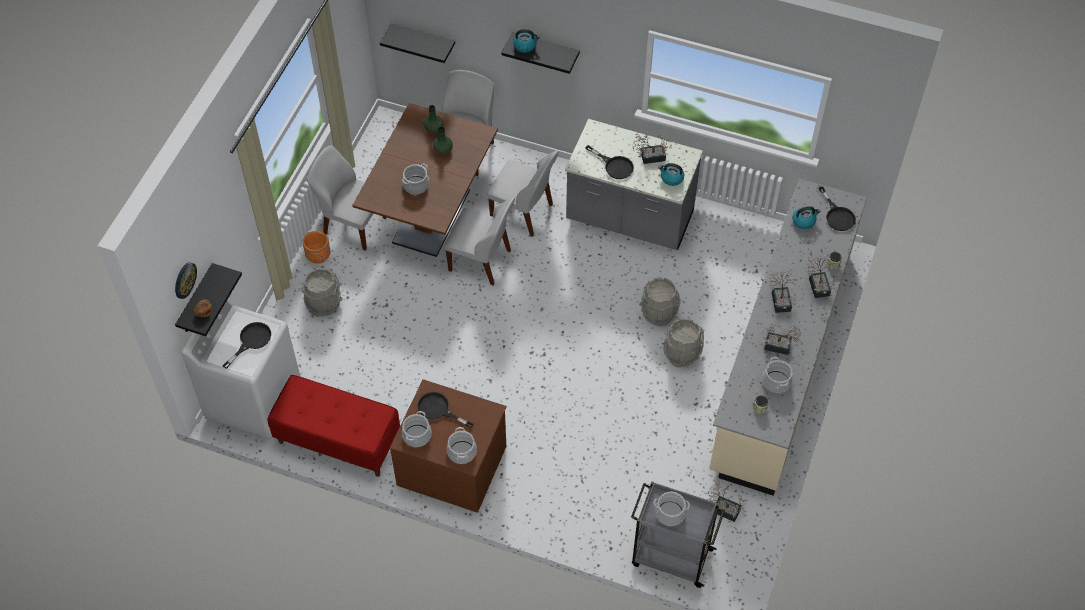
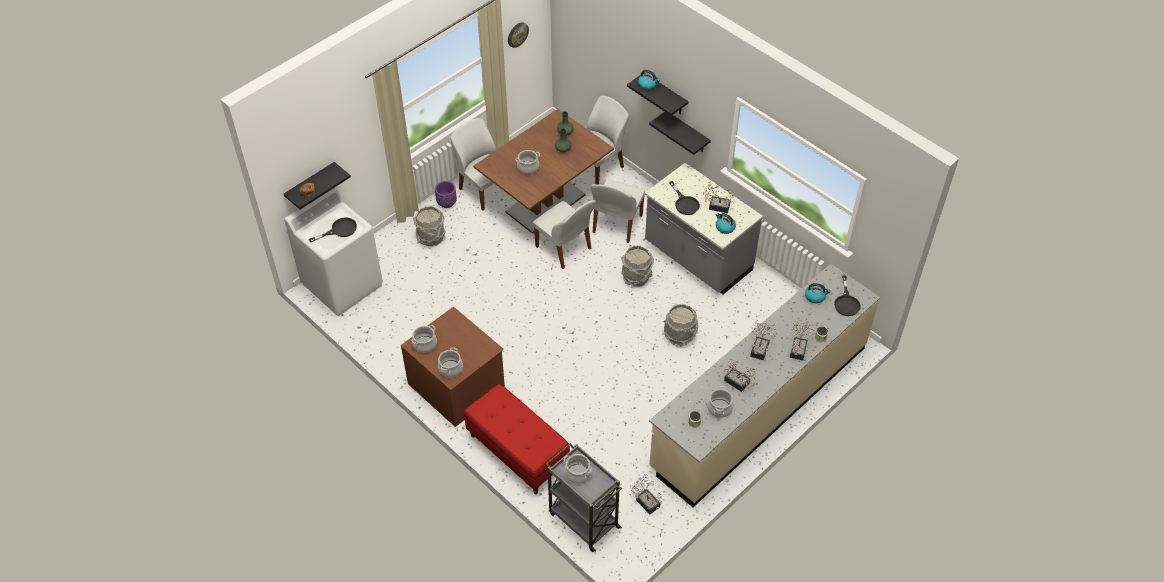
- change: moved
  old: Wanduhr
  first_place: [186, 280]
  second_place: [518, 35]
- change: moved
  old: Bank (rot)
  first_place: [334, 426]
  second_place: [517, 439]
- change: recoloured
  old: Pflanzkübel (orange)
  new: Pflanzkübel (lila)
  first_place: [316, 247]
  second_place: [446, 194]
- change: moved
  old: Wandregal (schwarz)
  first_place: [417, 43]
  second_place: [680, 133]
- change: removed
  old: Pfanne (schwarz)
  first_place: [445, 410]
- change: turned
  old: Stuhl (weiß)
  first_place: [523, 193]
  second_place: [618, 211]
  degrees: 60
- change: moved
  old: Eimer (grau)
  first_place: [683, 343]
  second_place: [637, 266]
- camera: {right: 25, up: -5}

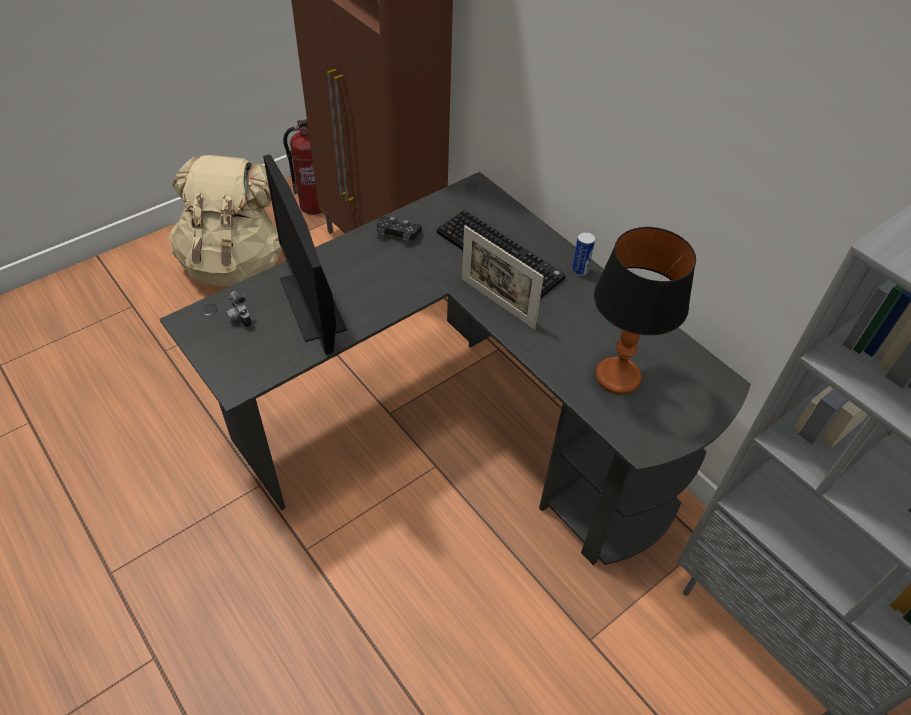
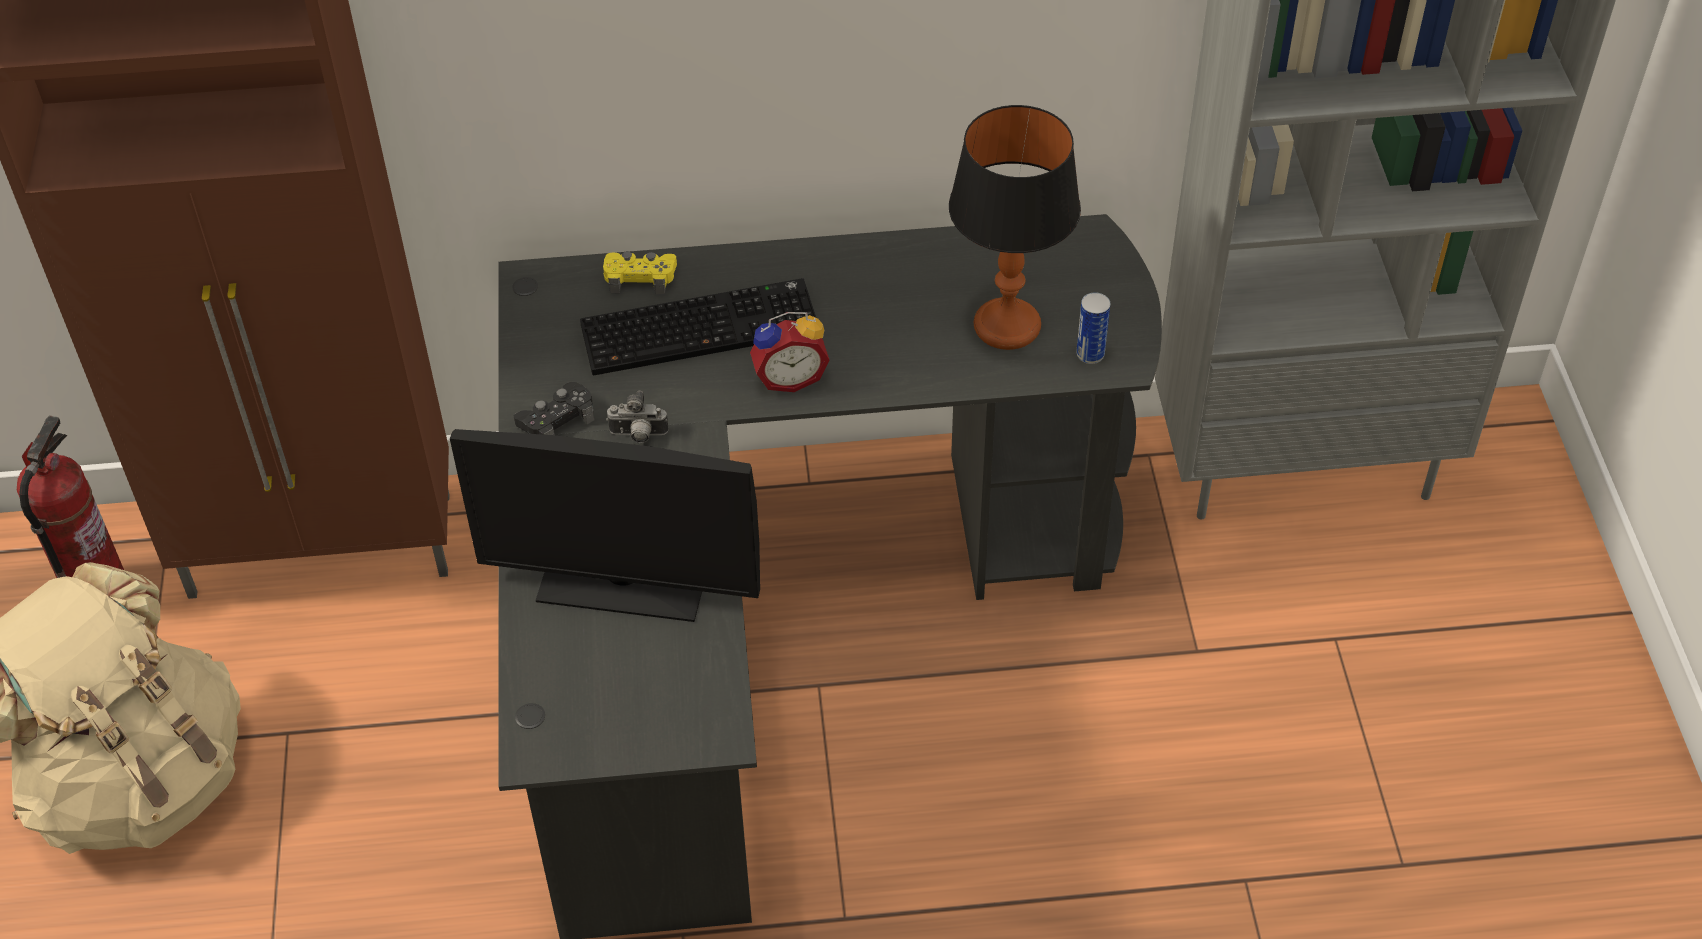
- change: moved
  old: Kamera
  first_place: [239, 309]
  second_place: [637, 417]
- change: replaced
  old: Bilderrahmen
  new: Wecker
  first_place: [503, 277]
  second_place: [790, 352]
- change: moved
  old: Dose
  first_place: [583, 254]
  second_place: [1093, 328]
- change: added
  new: Gamepad (gelb)
  second_place: [640, 272]
- camera: {right: -55, up: 0}

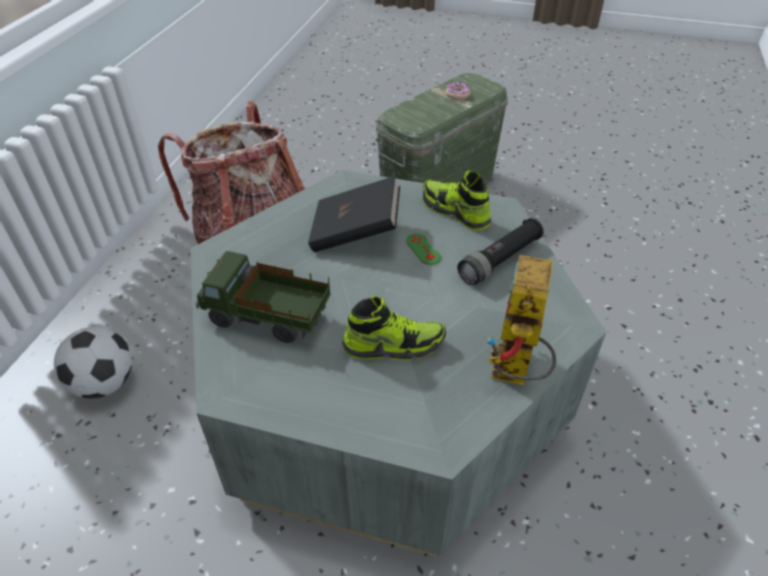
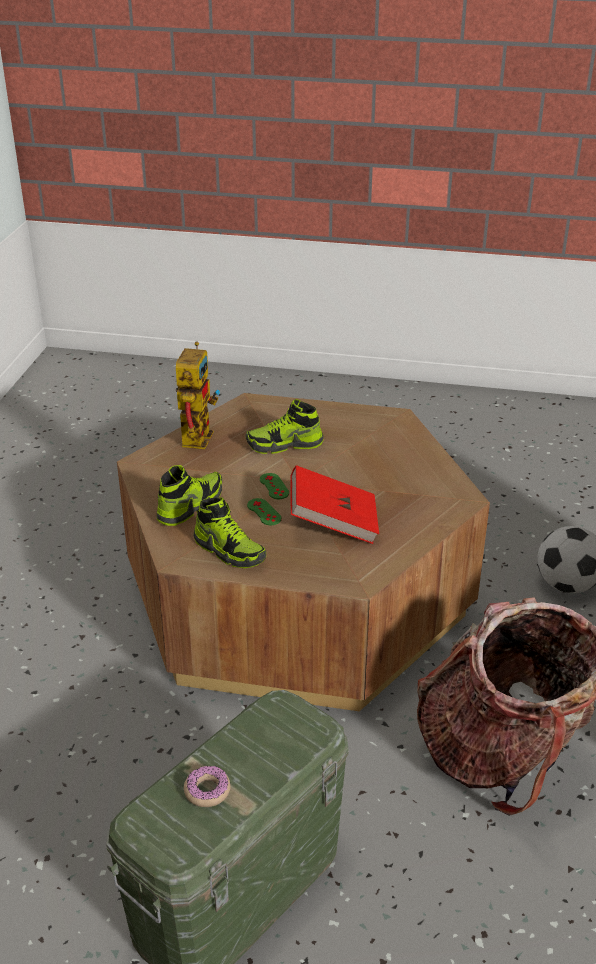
- change: recoloured
  old: Couchtisch (grau)
  new: Couchtisch (braun)
  first_place: [398, 363]
  second_place: [303, 552]
- change: removed
  old: Spielzeuglaster
  first_place: [263, 297]
- change: recoloured
  old: Buch (schwarz)
  new: Buch (rot)
  first_place: [354, 214]
  second_place: [335, 504]
- change: replaced
  old: Taschenlampe (schwarz)
  new: Schuh
  first_place: [500, 251]
  second_place: [189, 495]
- change: added
  new: Gamepad (grün)
  second_place: [274, 486]
- camera: {right: 175, up: -10}

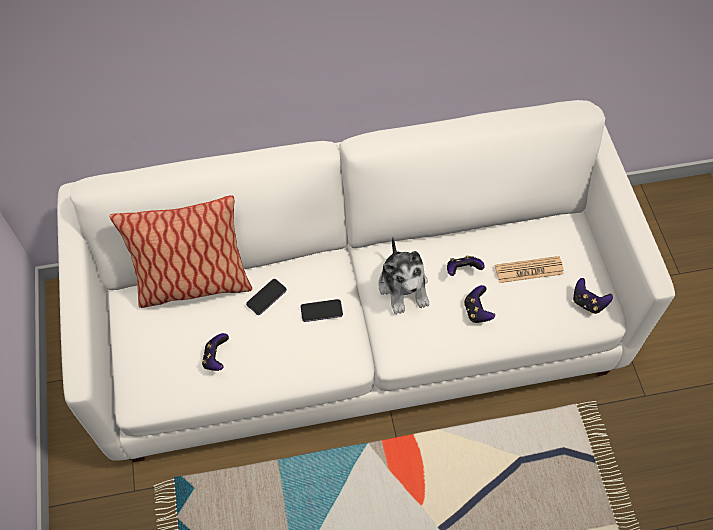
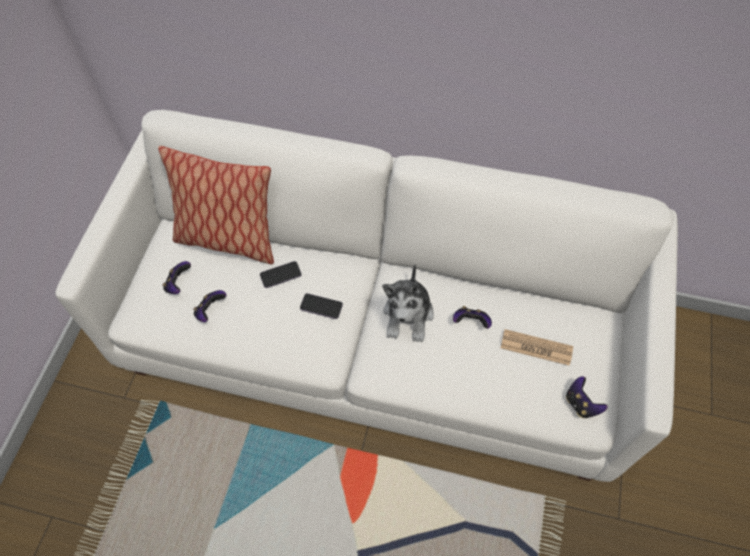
- change: moved
  old: Gamepad
  first_place: [479, 304]
  second_place: [176, 277]
- camera: {right: 25, up: 0}

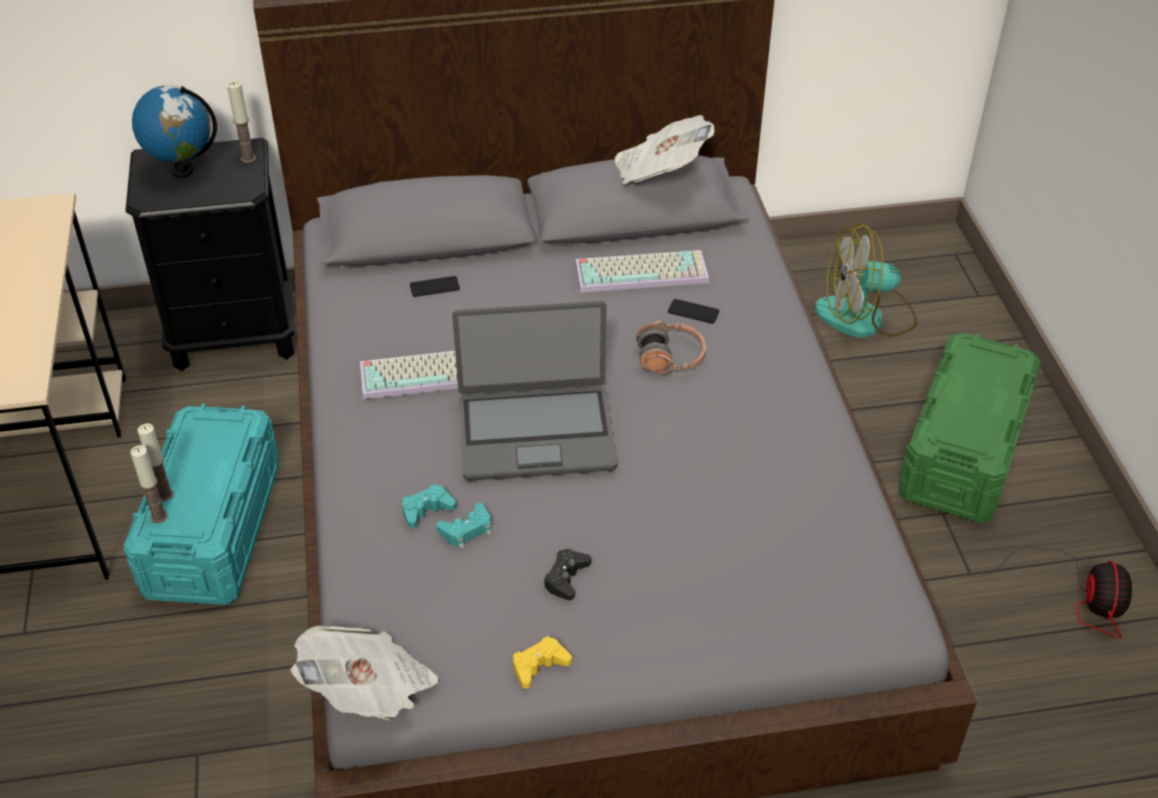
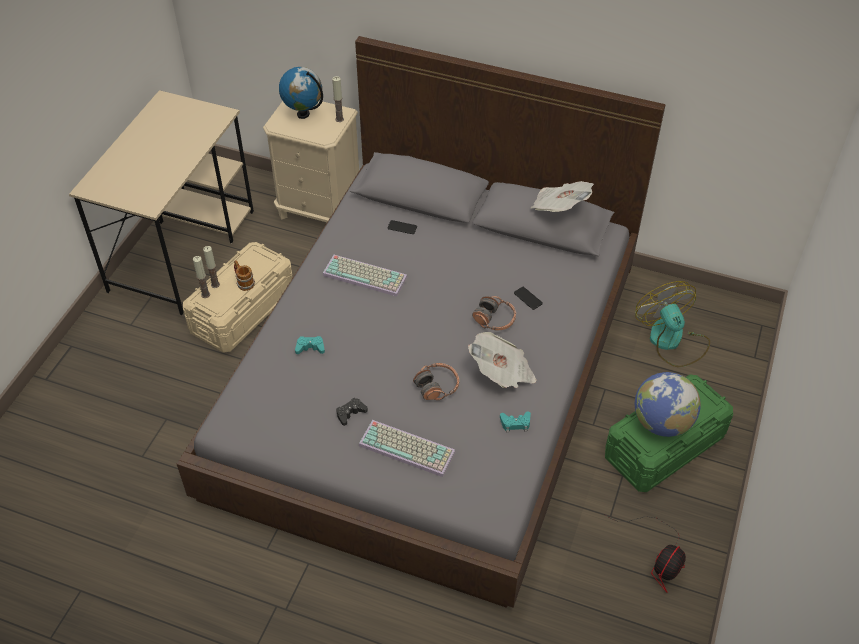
- change: recoloured
  old: Aufbewahrungsbox (türkis)
  new: Aufbewahrungsbox (beige)
  first_place: [201, 504]
  second_place: [238, 297]
- change: recoloured
  old: Nachttisch (schwarz)
  new: Nachttisch (beige)
  first_place: [209, 254]
  second_place: [311, 161]
- change: moved
  old: Zeitung
  first_place: [364, 673]
  second_place: [502, 360]
- change: moved
  old: Gamepad (türkis)
  first_place: [464, 526]
  second_place: [515, 421]
- change: removed
  old: Laptop
  first_place: [534, 391]
- change: removed
  old: Gamepad (gelb)
  first_place: [542, 662]
- change: moved
  old: Tastatur
  first_place: [642, 271]
  second_place: [407, 448]
- change: turned
  old: Ventilator
  first_place: [866, 280]
  second_place: [672, 324]
  degrees: 45
- change: added
  new: Henkelbecher
  second_place: [244, 275]
- change: added
  new: Kopfhörer
  second_place: [436, 381]
- change: added
  new: Globus
  second_place: [668, 404]
- camera: {right: 30, up: 5}

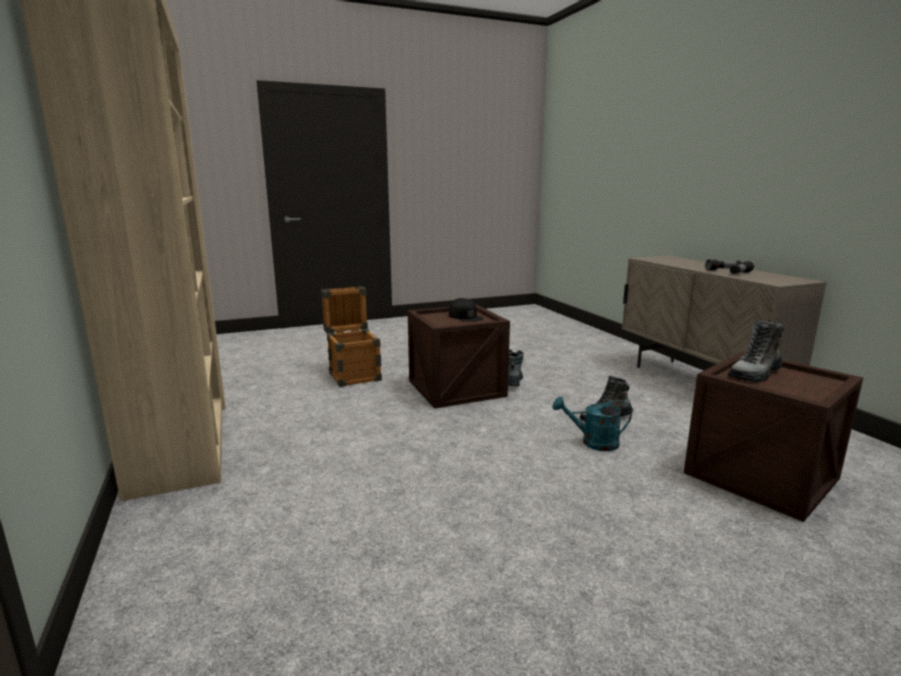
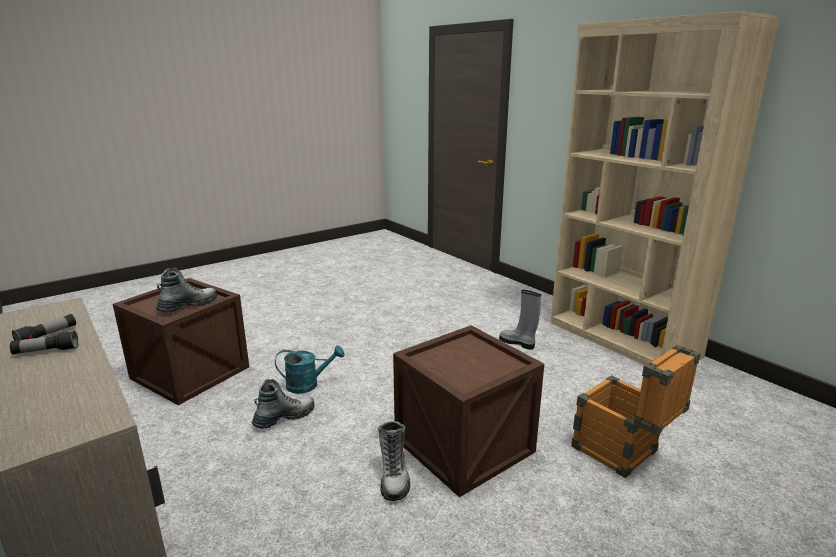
- change: removed
  old: Kappe (schwarz)
  first_place: [466, 310]
- change: added
  new: Stiefel (grau)
  second_place: [520, 320]
- camera: {right: 165, up: 5}

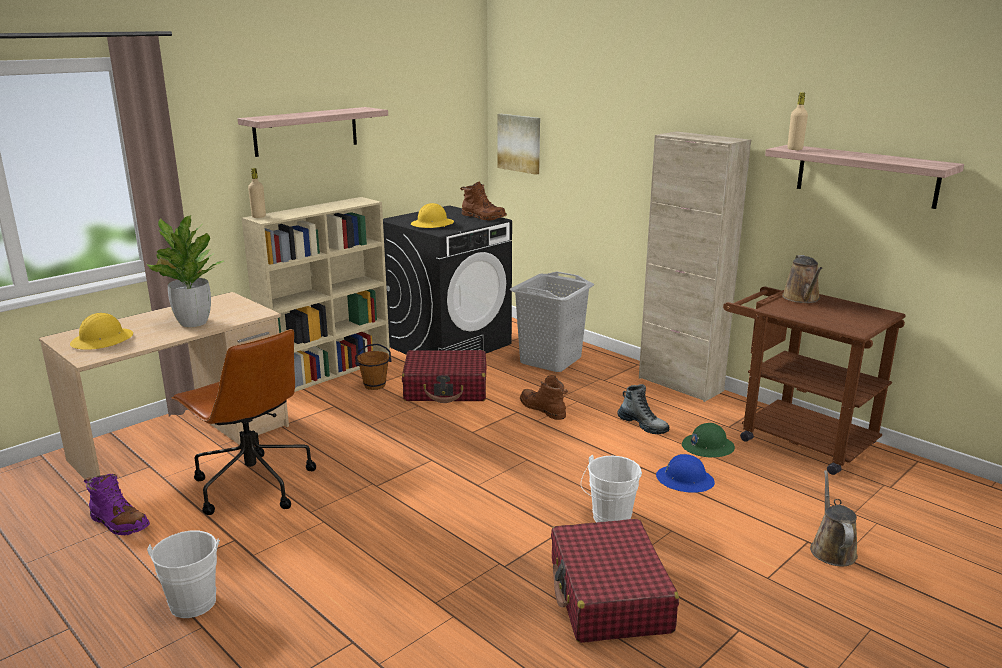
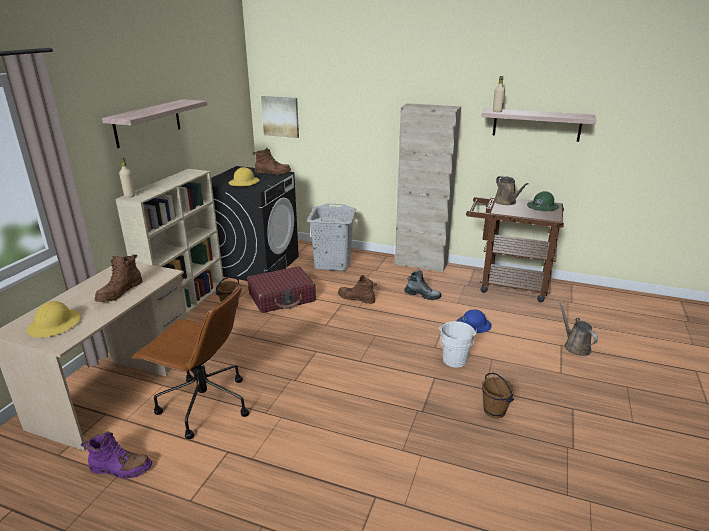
- change: replaced
  old: Topfpflanze
  new: Stiefel (braun)
  first_place: [185, 271]
  second_place: [119, 278]
- change: removed
  old: Eimer (weiß)
  first_place: [183, 574]
- change: replaced
  old: Koffer (rot)
  new: Eimer (braun)
  first_place: [615, 581]
  second_place: [498, 396]
- change: moved
  old: Schutzhelm (grün)
  first_place: [708, 440]
  second_place: [543, 201]
- camera: {right: -25, up: 5}

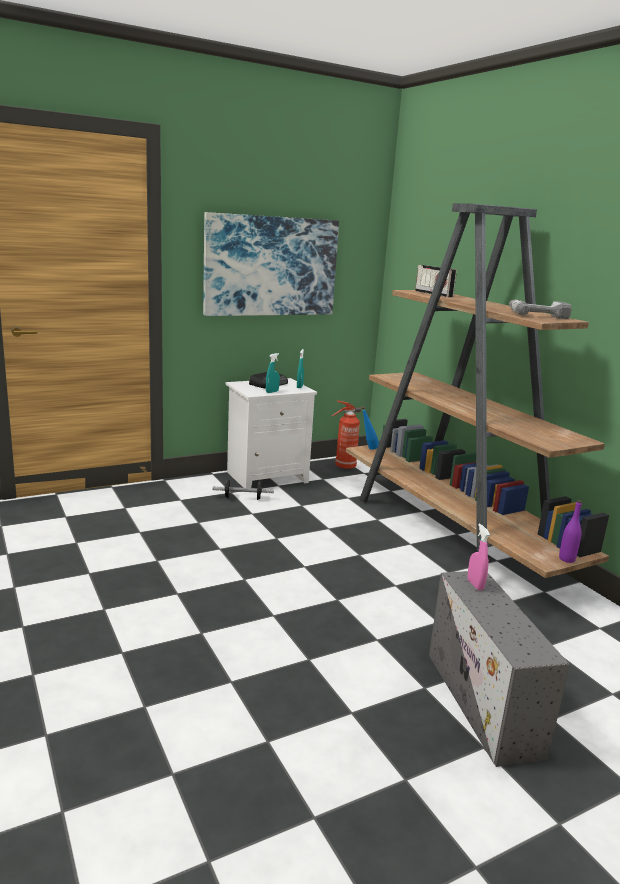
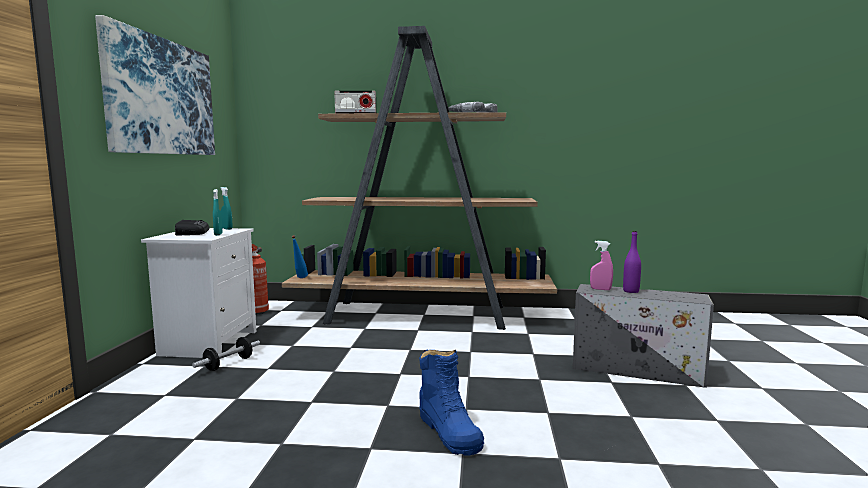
- change: moved
  old: Flasche (lila)
  first_place: [570, 531]
  second_place: [632, 262]
- change: added
  new: Stiefel (blau)
  second_place: [451, 402]
- camera: {right: -55, up: -10}

